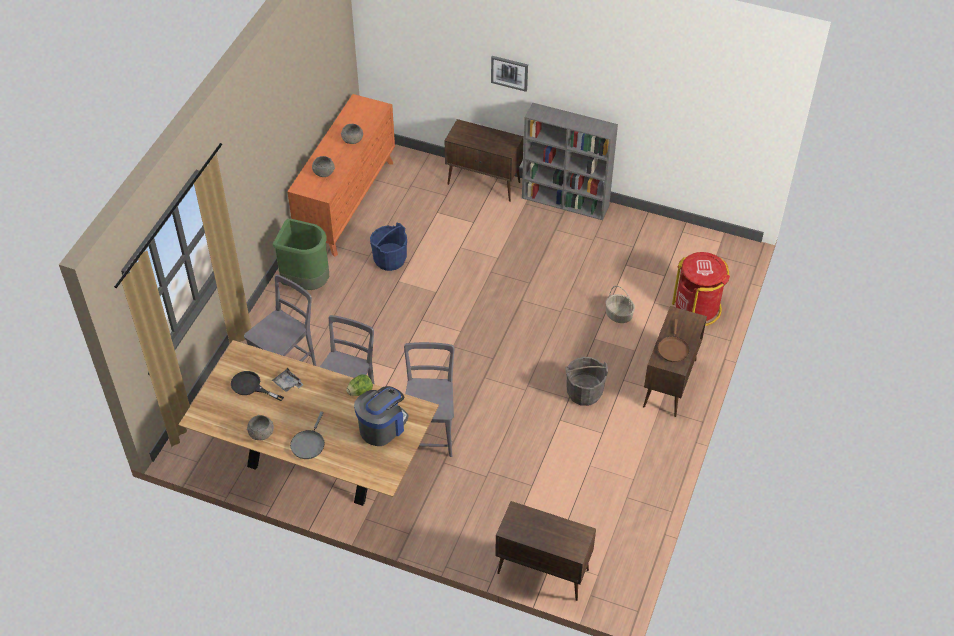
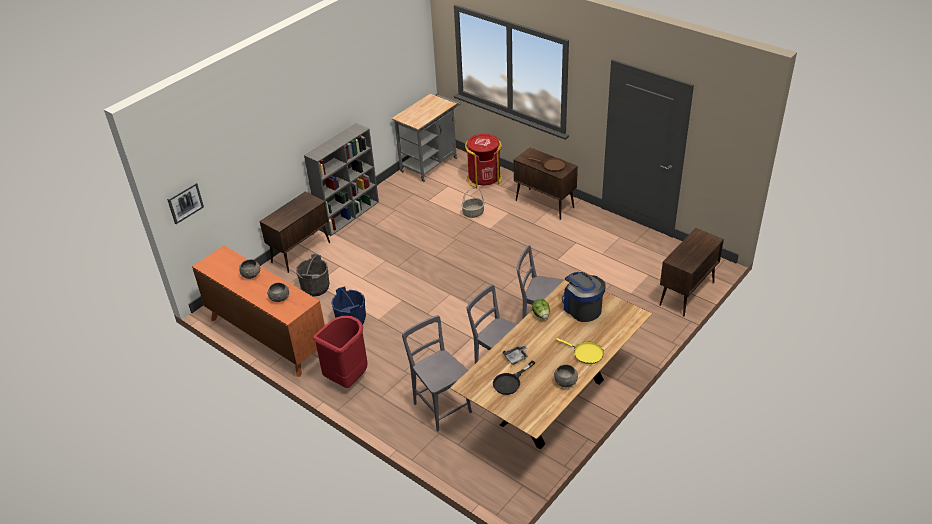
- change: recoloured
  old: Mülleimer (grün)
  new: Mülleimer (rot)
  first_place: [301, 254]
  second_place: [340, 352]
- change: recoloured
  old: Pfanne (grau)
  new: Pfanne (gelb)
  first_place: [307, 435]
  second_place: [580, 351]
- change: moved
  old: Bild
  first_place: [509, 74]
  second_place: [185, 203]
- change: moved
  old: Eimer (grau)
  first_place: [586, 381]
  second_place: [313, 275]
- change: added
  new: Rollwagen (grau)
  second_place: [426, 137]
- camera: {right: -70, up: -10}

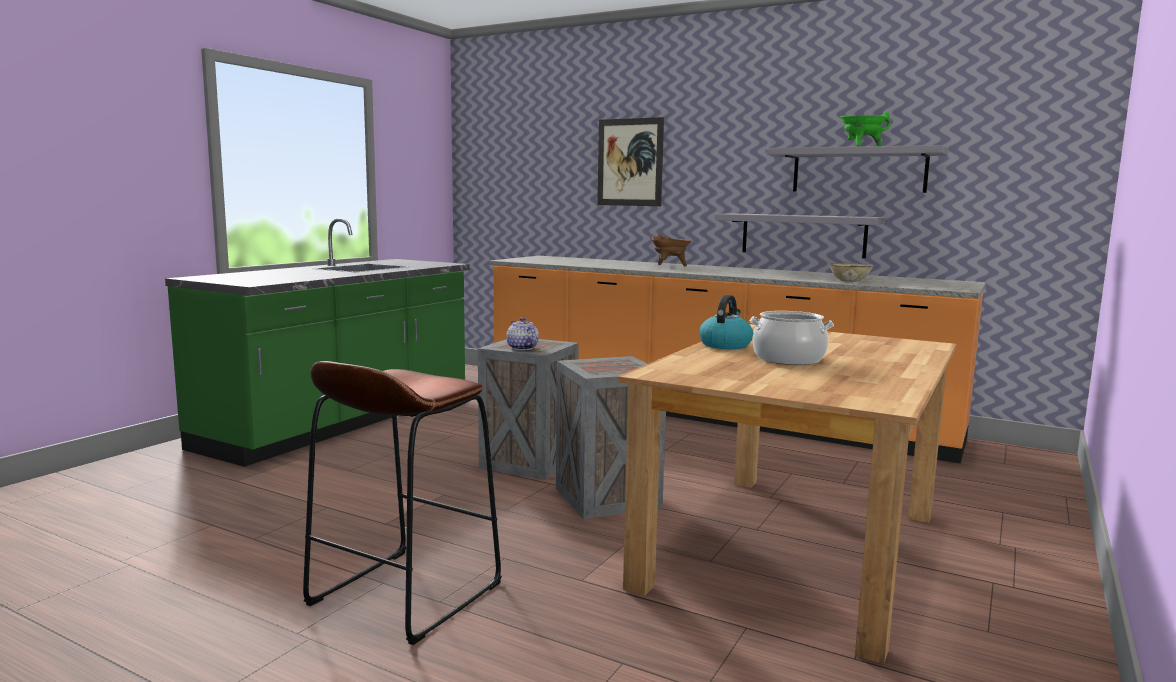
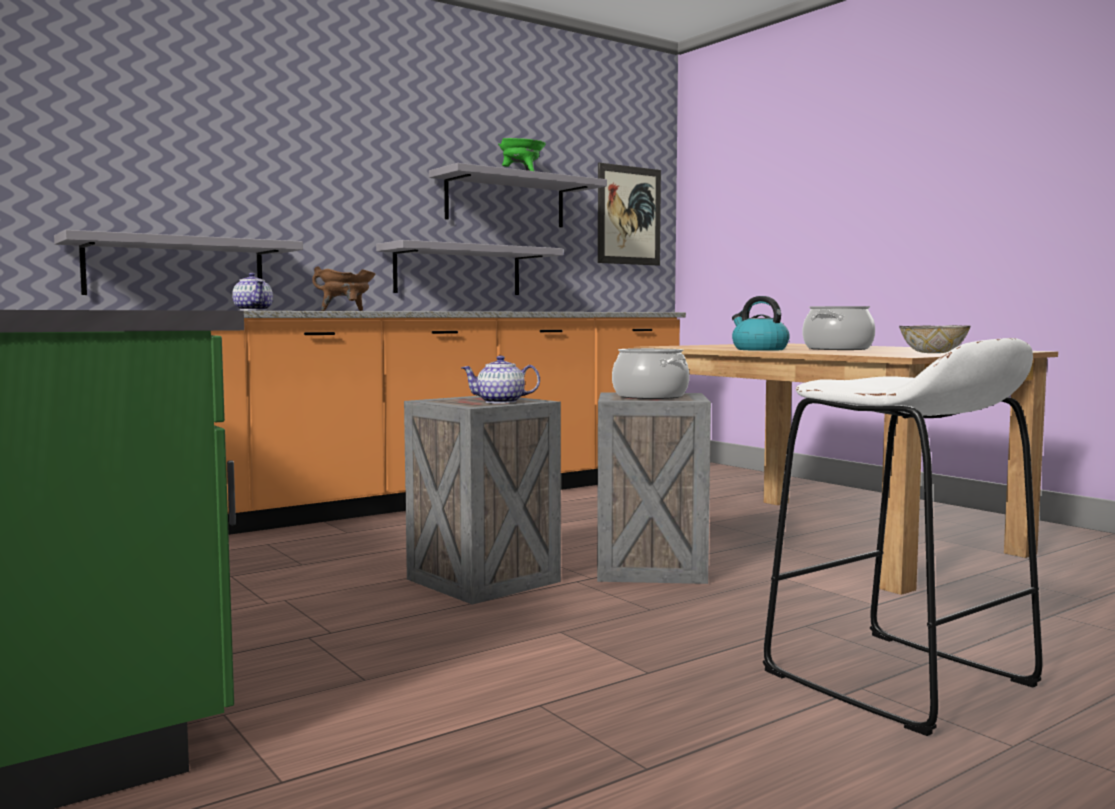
- change: recoloured
  old: Hocker (braun)
  new: Hocker (weiß)
  first_place: [402, 503]
  second_place: [903, 537]
- change: moved
  old: Bild
  first_place: [630, 161]
  second_place: [629, 214]
- change: moved
  old: Schüssel
  first_place: [851, 272]
  second_place: [934, 339]
- change: added
  new: Wandregal (grau)
  second_place: [178, 262]
- change: added
  new: Teekanne
  second_place: [252, 291]
- change: added
  new: Kochtopf
  second_place: [650, 373]
- camera: {right: -65, up: -5}

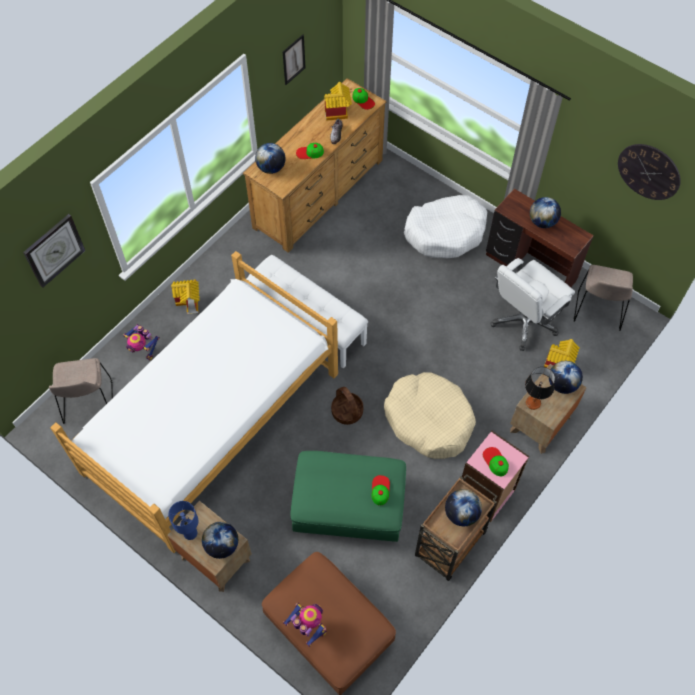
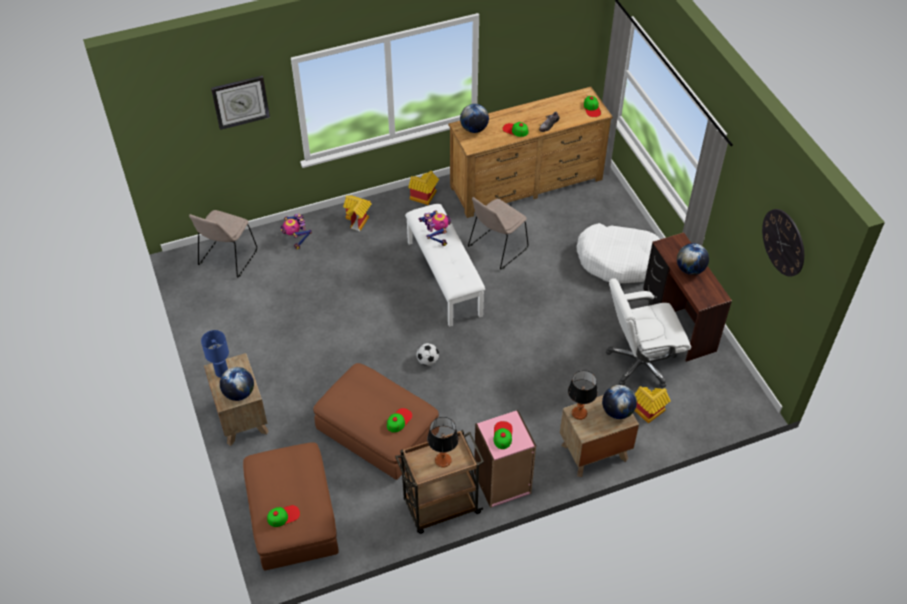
- change: removed
  old: Bett
  first_place: [194, 402]
- change: removed
  old: Bild
  first_place: [294, 60]
- change: moved
  old: Spielzeugroboter
  first_place: [305, 625]
  second_place: [435, 228]
- change: recoloured
  old: Polsterhocker (grün)
  new: Polsterhocker (braun)
  first_place: [348, 496]
  second_place: [376, 421]
- change: moved
  old: Spielzeughaus
  first_place: [338, 101]
  second_place: [423, 188]
- change: replaced
  old: Korb
  new: Fußball
  first_place: [347, 406]
  second_place: [427, 354]
- change: removed
  old: Hundebett (beige)
  first_place: [430, 415]
- change: replaced
  old: Globus
  new: Tischlampe
  first_place: [463, 507]
  second_place: [443, 442]
- change: moved
  old: Stuhl (beige)
  first_place: [603, 298]
  second_place: [498, 233]
- change: added
  new: Kappe
  second_place: [283, 516]
- camera: {right: 30, up: -10}

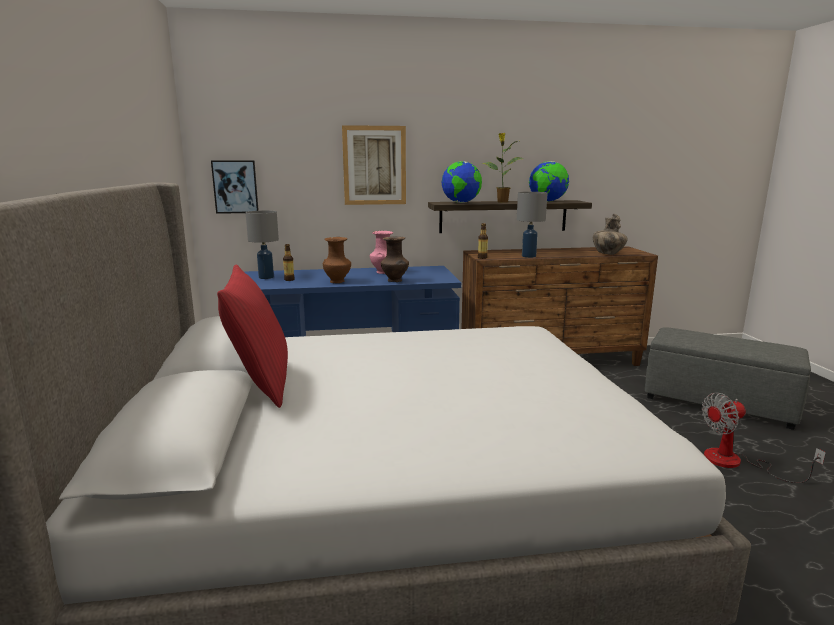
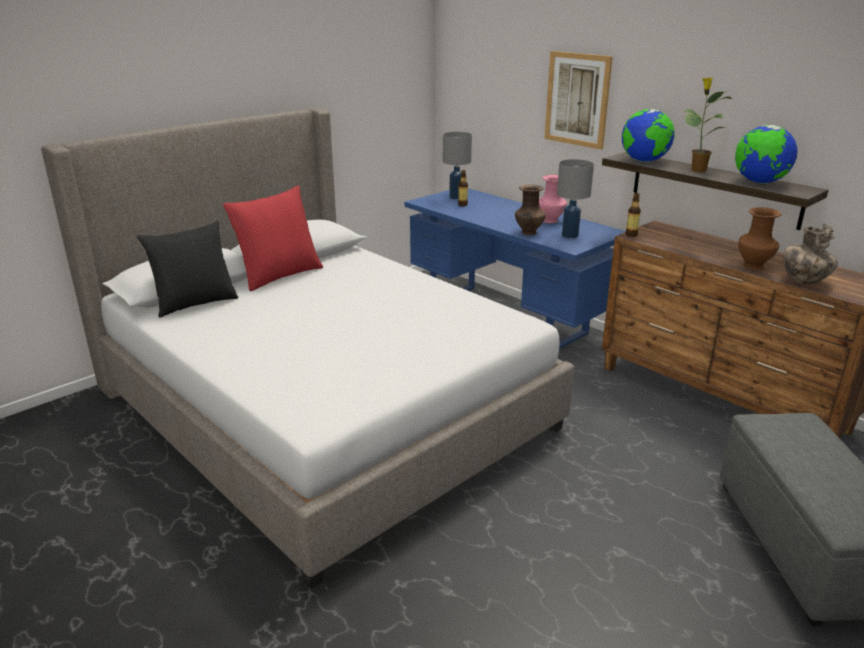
- change: removed
  old: Bild
  first_place: [235, 187]
- change: moved
  old: Vase (braun)
  first_place: [337, 260]
  second_place: [760, 238]
- change: moved
  old: Tischlampe (grau)
  first_place: [532, 225]
  second_place: [575, 198]
- change: removed
  old: Ventilator
  first_place: [763, 438]
- change: added
  new: Kissen (schwarz)
  second_place: [187, 269]
- camera: {right: 55, up: 10}

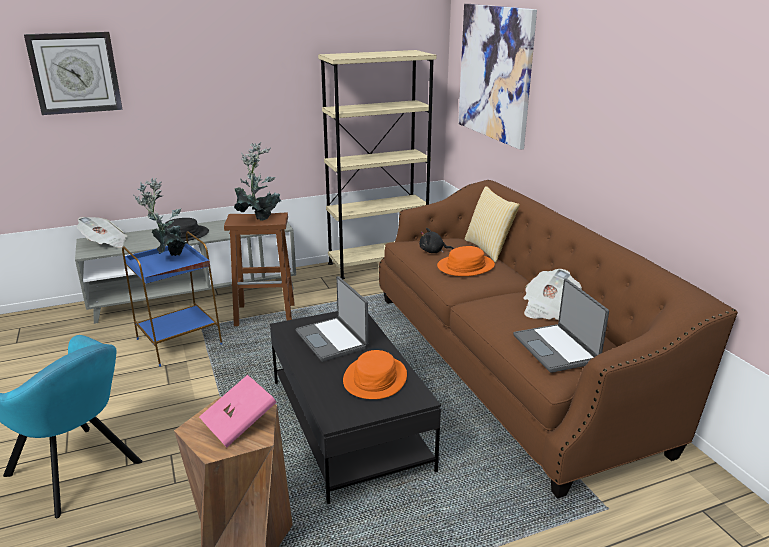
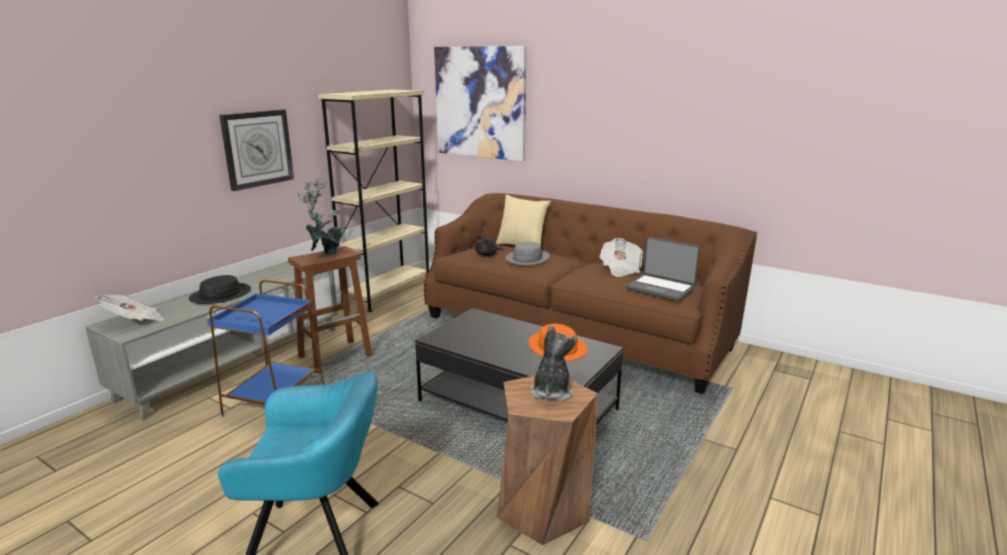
- change: moved
  old: Wanduhr
  first_place: [73, 73]
  second_place: [256, 150]
- change: removed
  old: Topfpflanze
  first_place: [160, 217]
- change: replaced
  old: Buch (rosa)
  new: Plüschtier
  first_place: [237, 411]
  second_place: [554, 363]
- change: removed
  old: Laptop
  first_place: [332, 319]
- change: recoloured
  old: Hut (orange)
  new: Hut (grau)
  first_place: [466, 261]
  second_place: [527, 253]
- camera: {right: -35, up: -5}

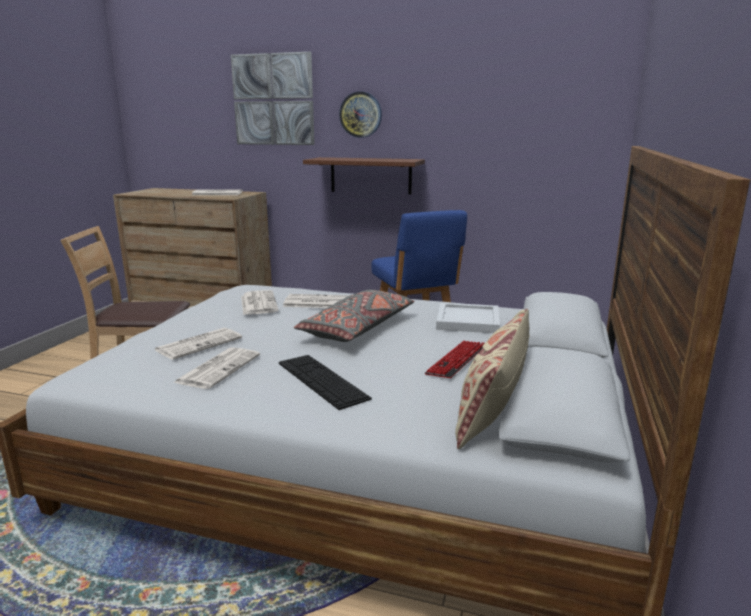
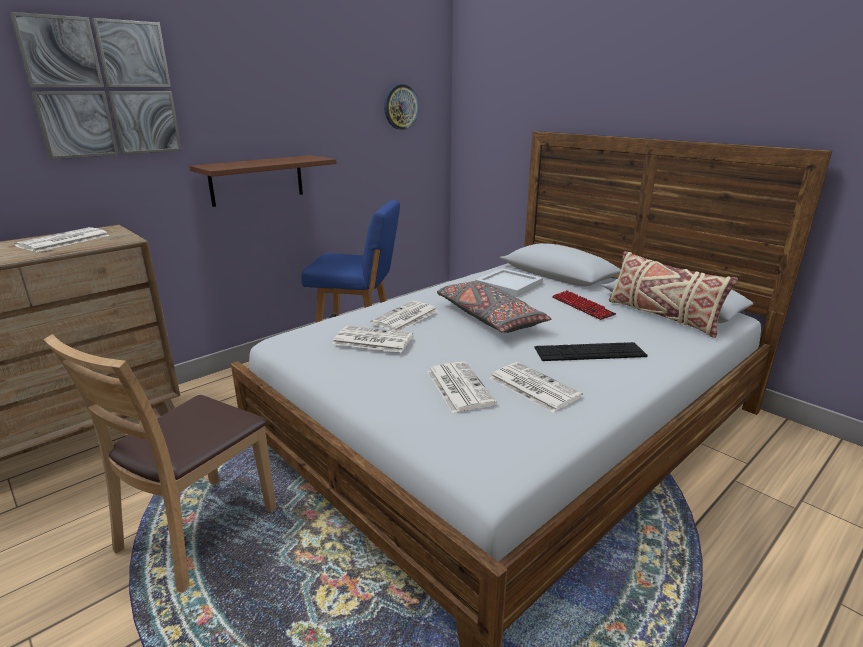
- change: moved
  old: Wanduhr
  first_place: [360, 114]
  second_place: [401, 107]
- camera: {right: -60, up: 5}

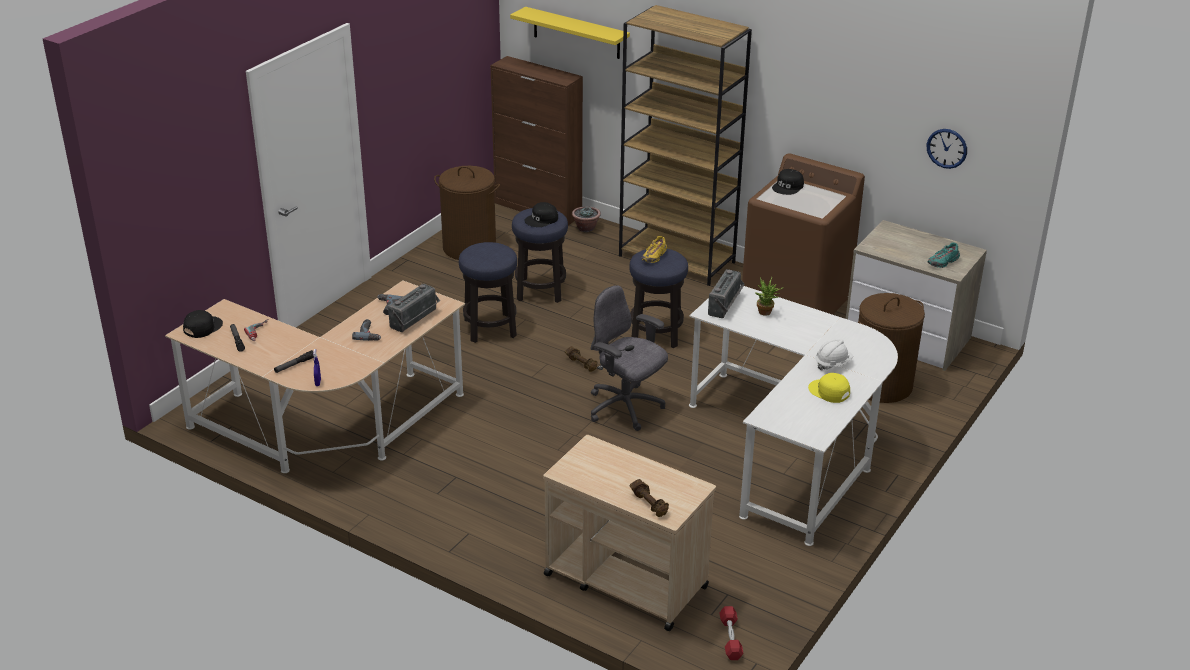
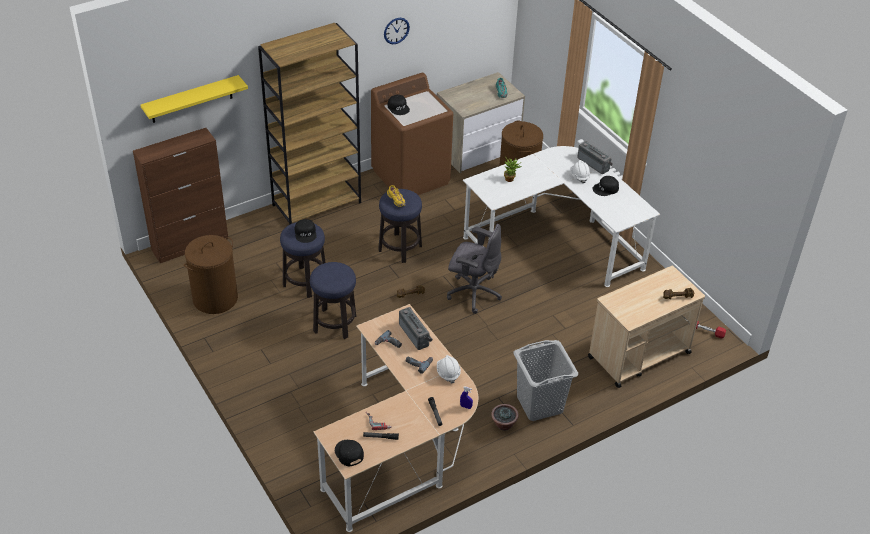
- change: moved
  old: Topfpflanze
  first_place: [586, 219]
  second_place: [505, 417]
- change: turned
  old: Bürostuhl (grau)
  first_place: [629, 358]
  second_place: [474, 269]
  degrees: -135
- change: moved
  old: Radio
  first_place: [726, 293]
  second_place: [595, 157]
- change: recoloured
  old: Kappe (gelb)
  new: Kappe (schwarz)
  first_place: [829, 388]
  second_place: [606, 186]
- change: moved
  old: Wanduhr
  first_place: [947, 149]
  second_place: [397, 31]
- change: added
  new: Schutzhelm (weiß)
  second_place: [449, 369]
- change: added
  new: Wäschekorb (grau)
  second_place: [545, 380]
- camera: {right: -65, up: 10}

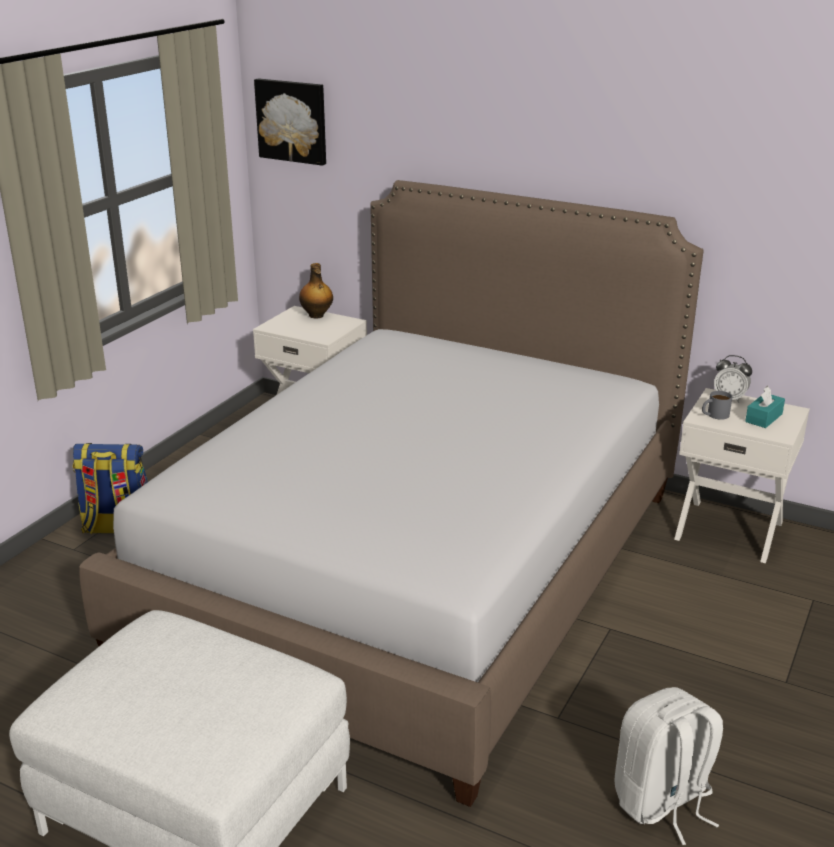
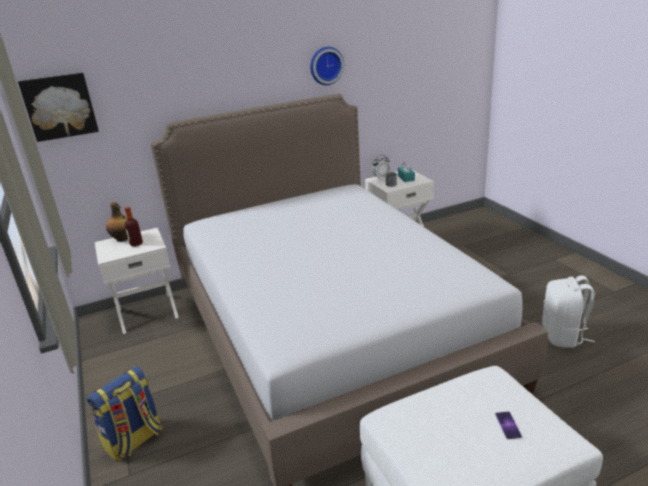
- change: added
  new: Flasche
  second_place: [133, 226]
- change: added
  new: Wanduhr
  second_place: [327, 66]
- change: added
  new: Handy
  second_place: [508, 425]
- camera: {right: -50, up: 0}

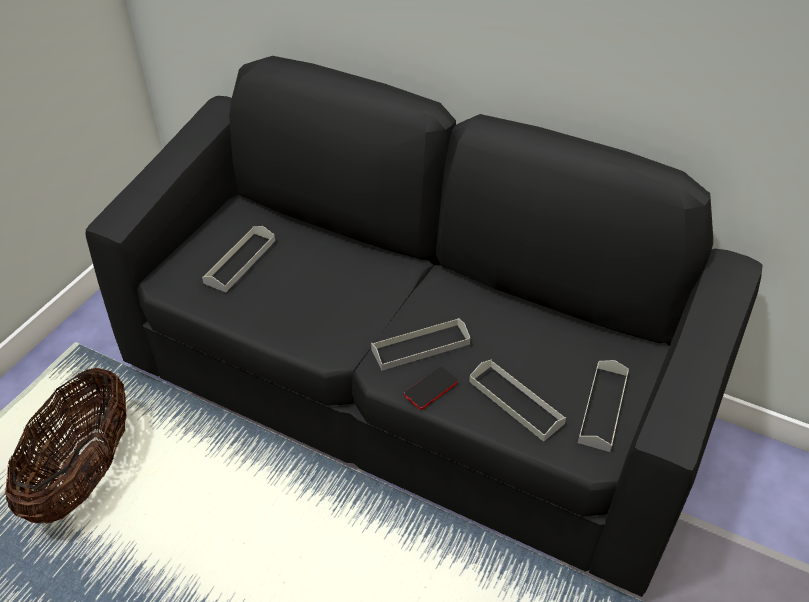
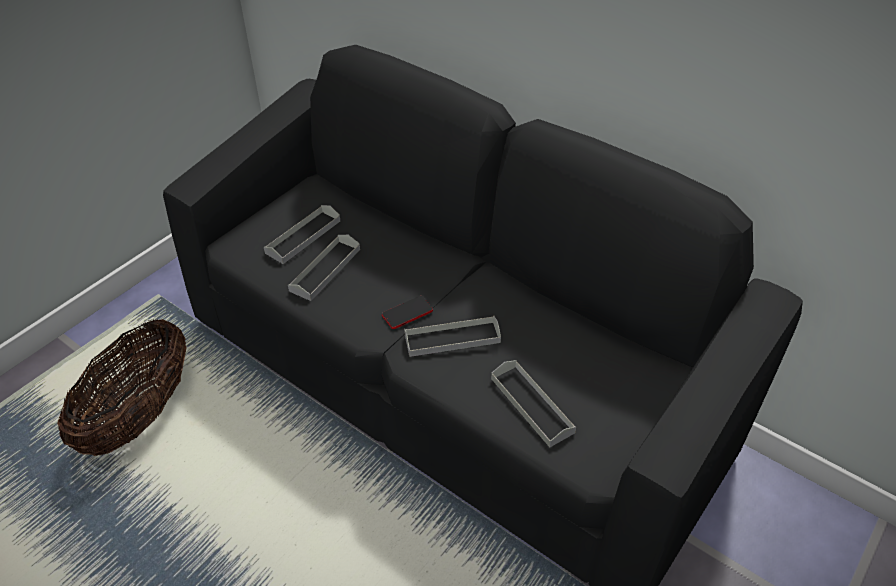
- change: moved
  old: Handy
  first_place: [431, 388]
  second_place: [407, 312]
- change: moved
  old: Tablett (grau)
  first_place: [603, 406]
  second_place: [324, 268]
- camera: {right: 10, up: 0}

